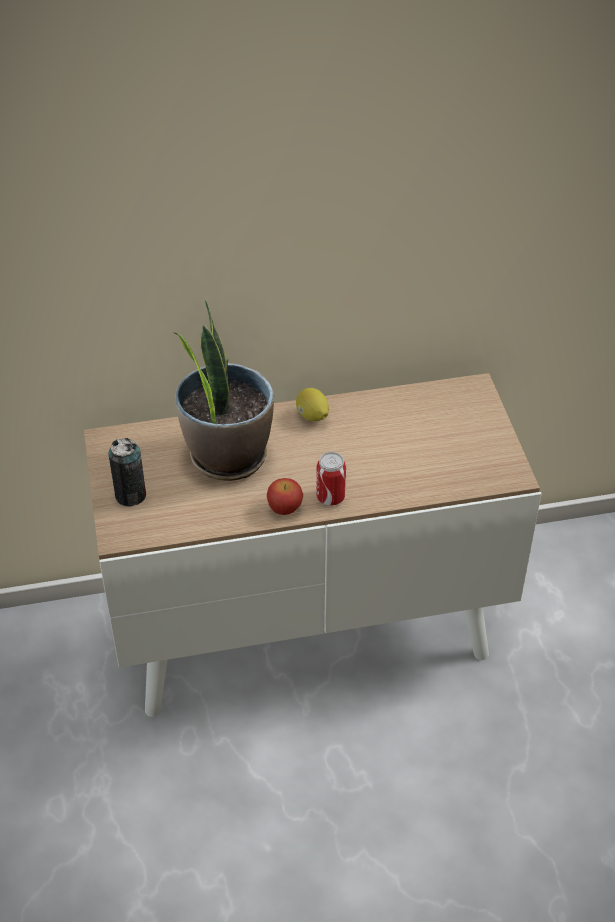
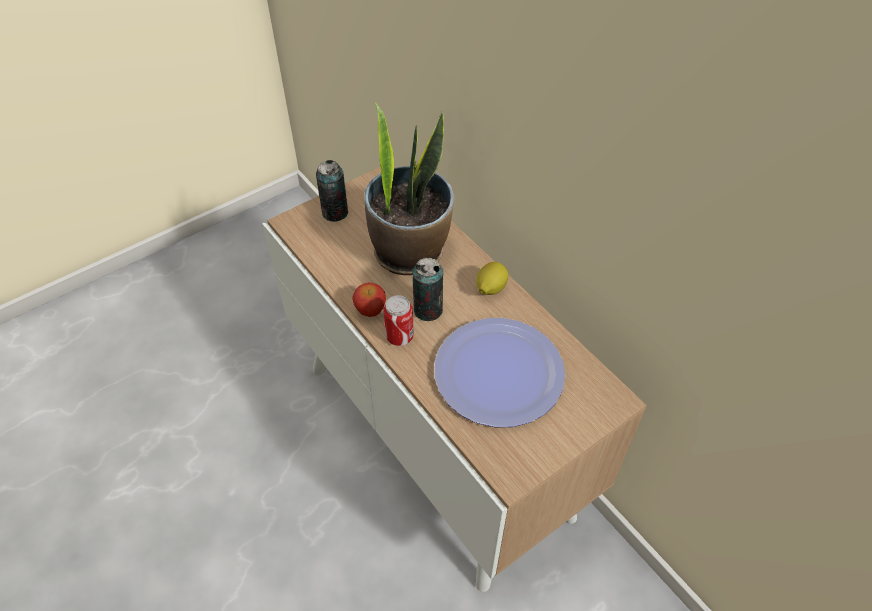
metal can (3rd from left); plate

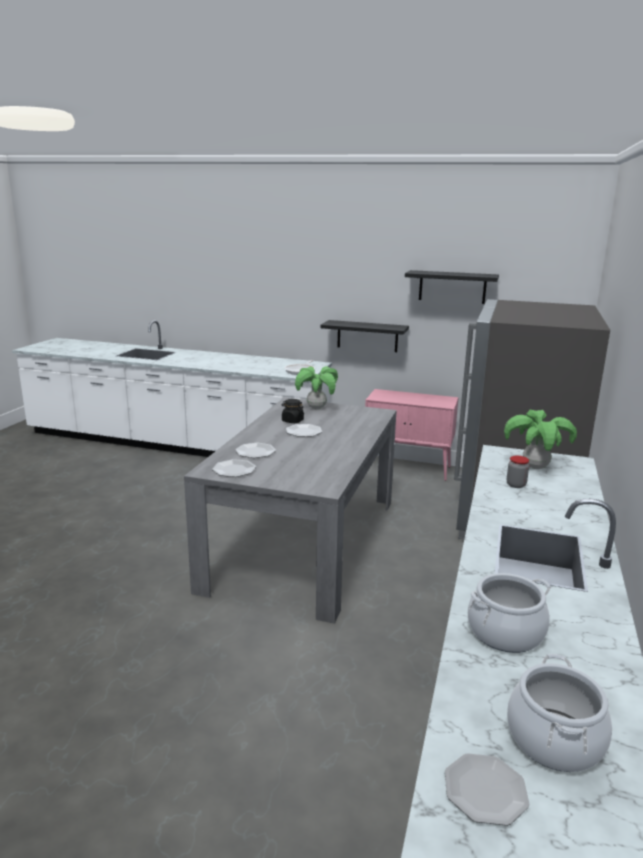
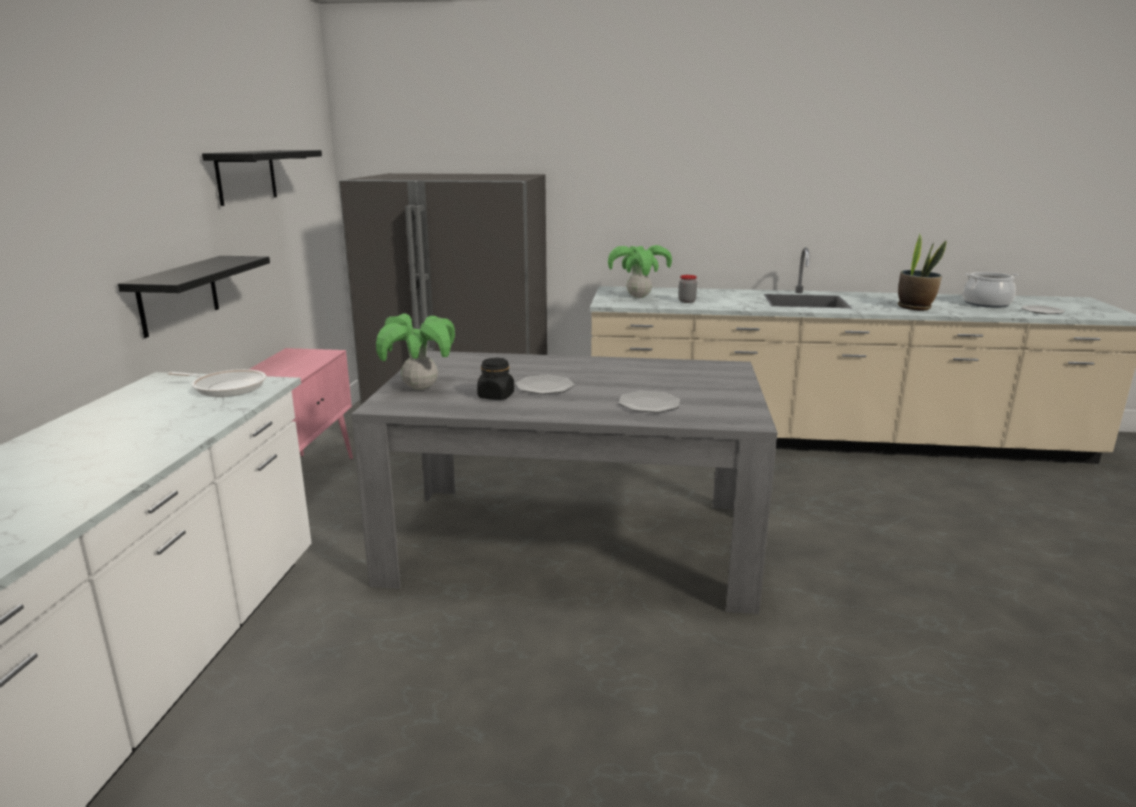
plate (1st from left in the first image); plant in a pot (3rd from left)

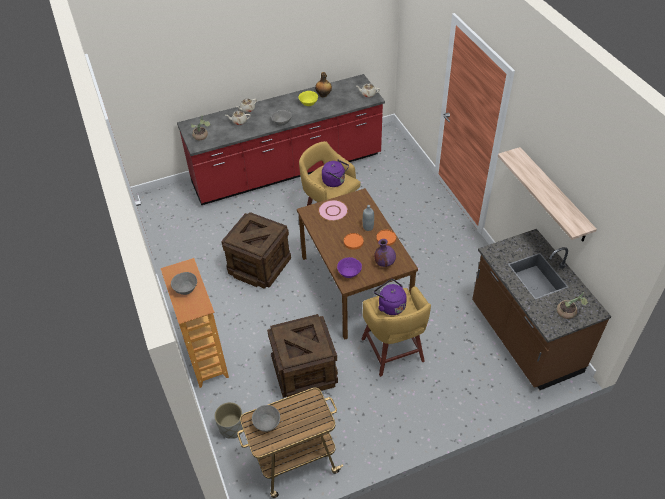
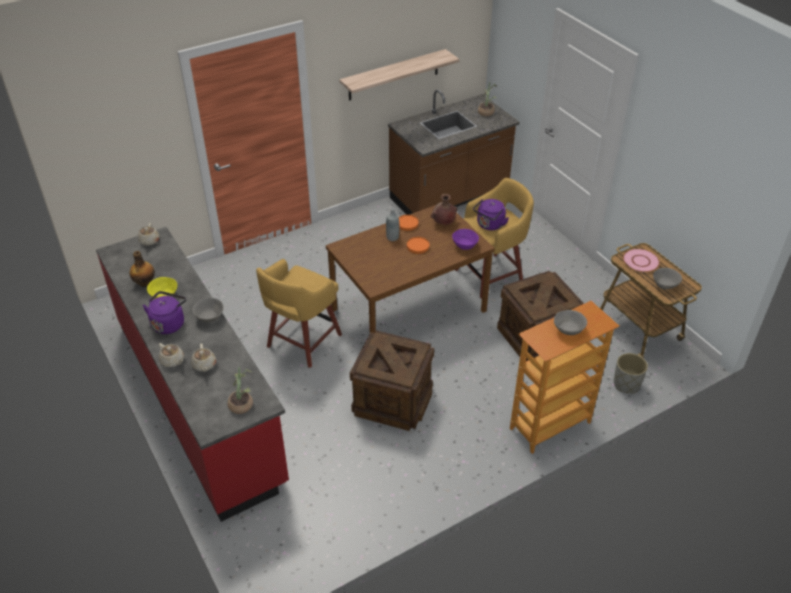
pinkish plate; purple kettle (1st from left); brown-coloured flower vase

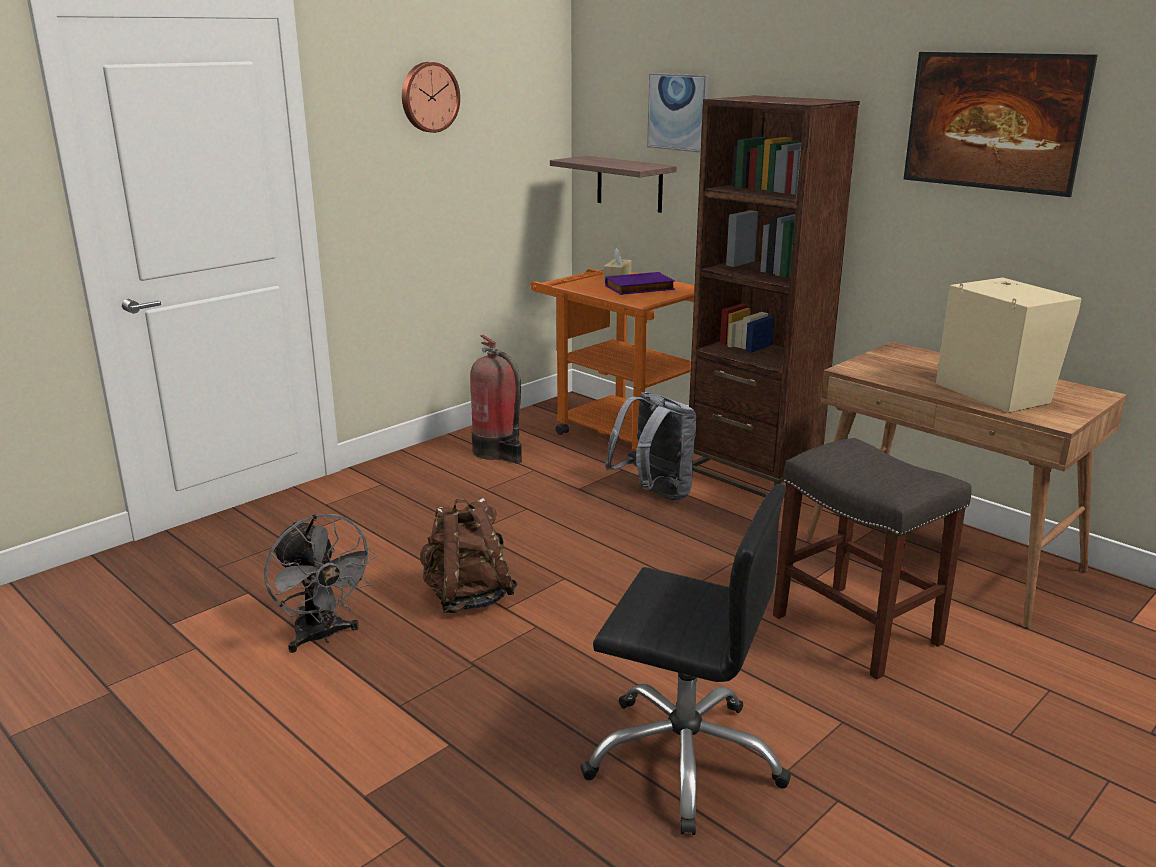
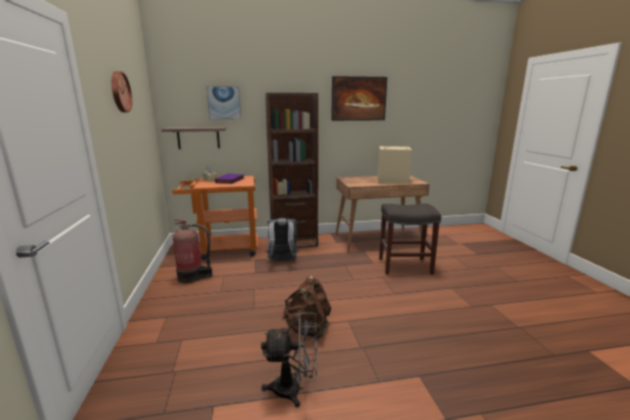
blackish desk chair

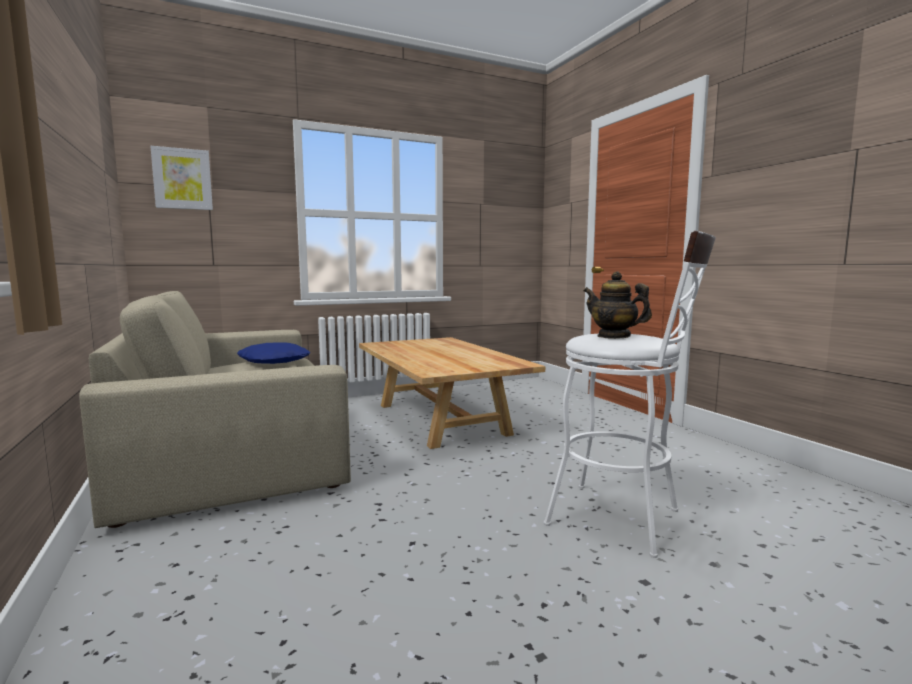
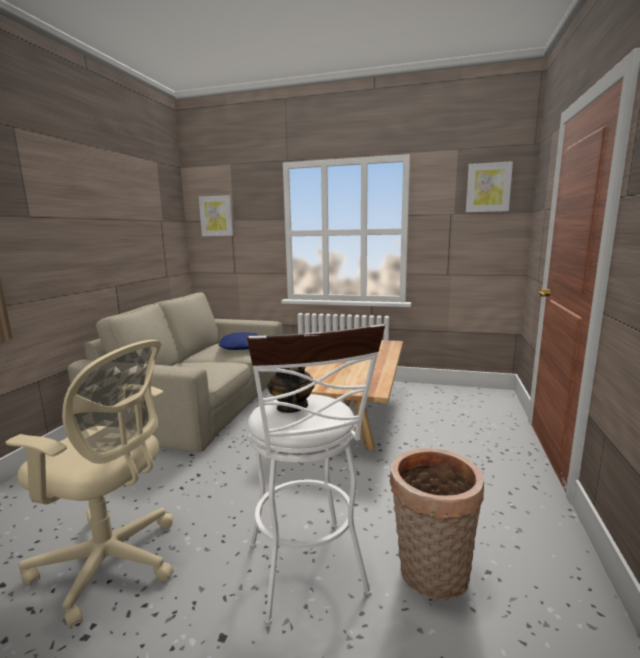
beige-coloured desk chair; household basket; wall art (2nd from left)

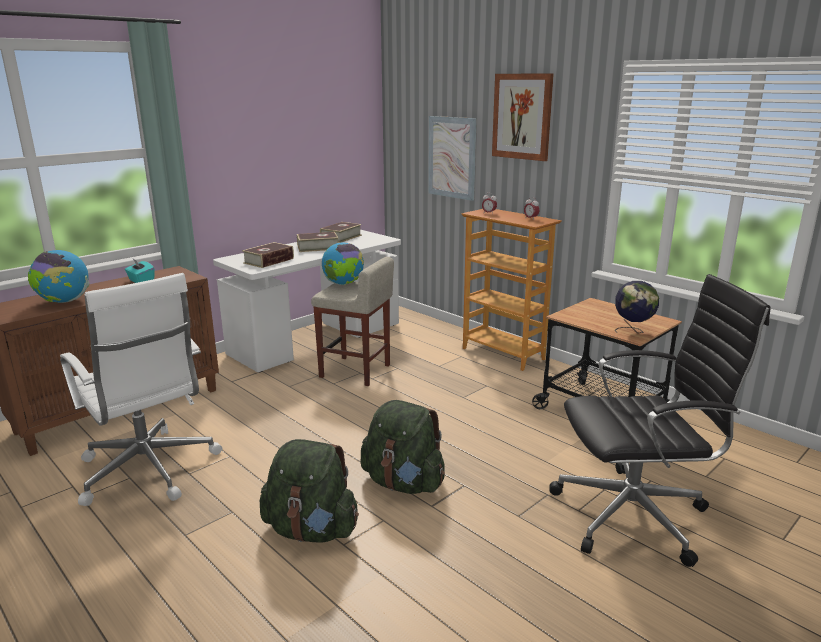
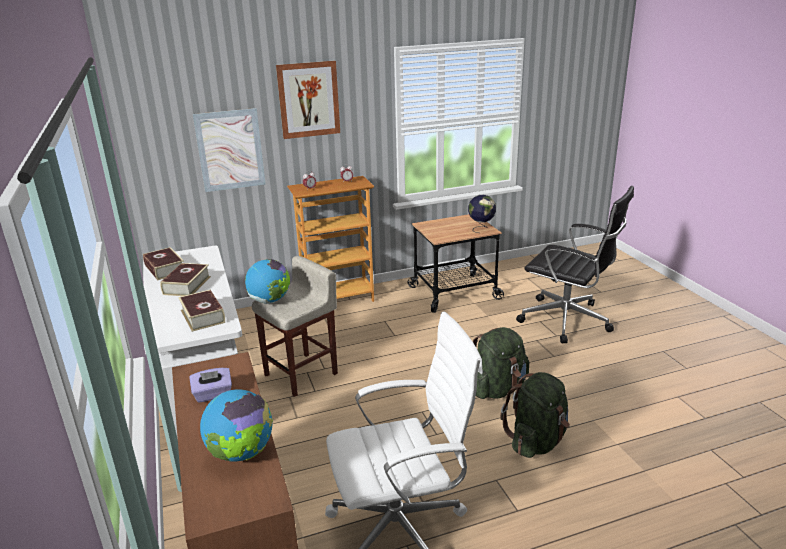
purple tissue box; blackish desk chair

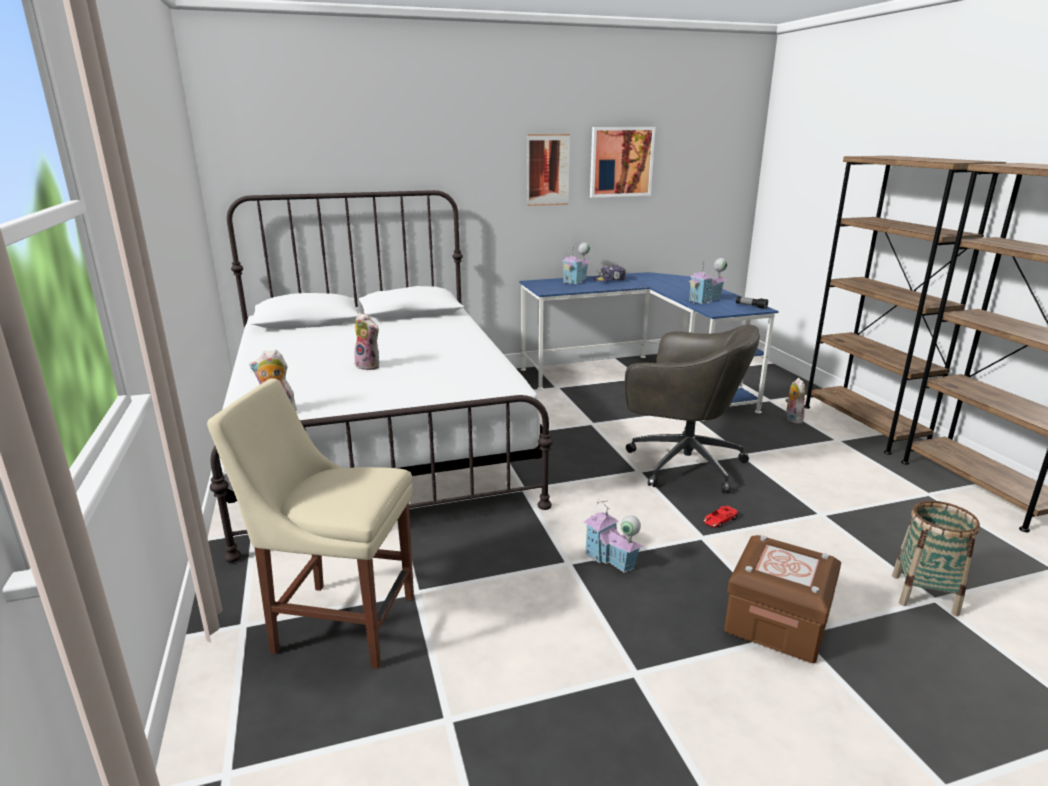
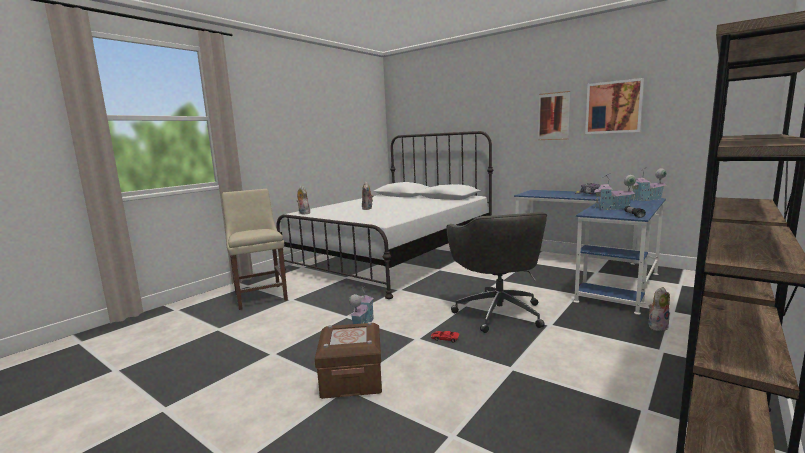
household basket; miniature house (3rd from left)

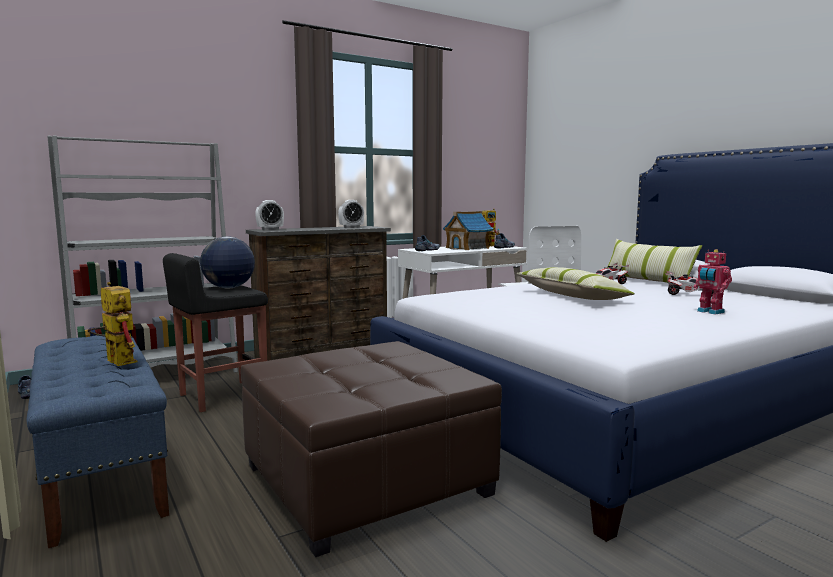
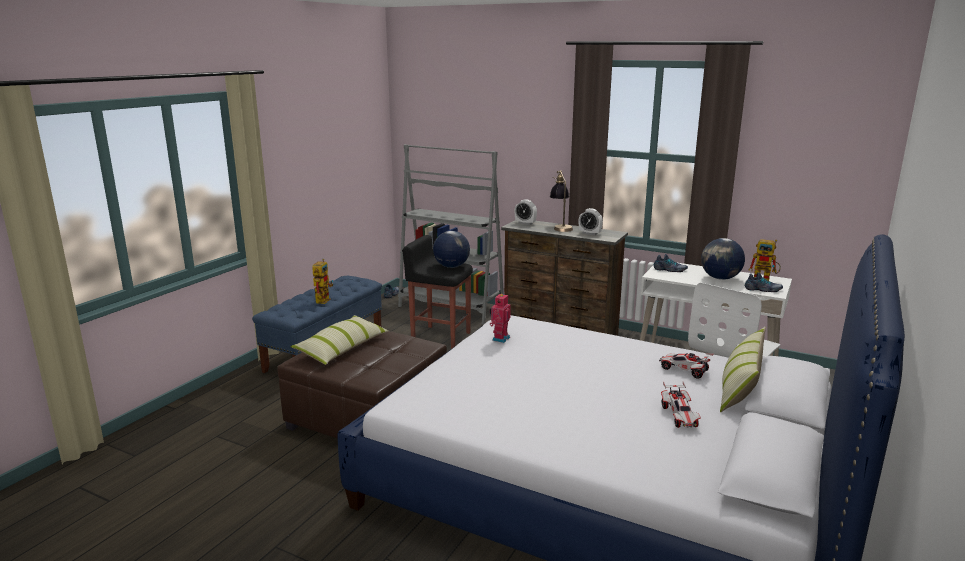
table lamp; throw pillow (1st from left); toy robot (2nd from left); world globe (2nd from left)

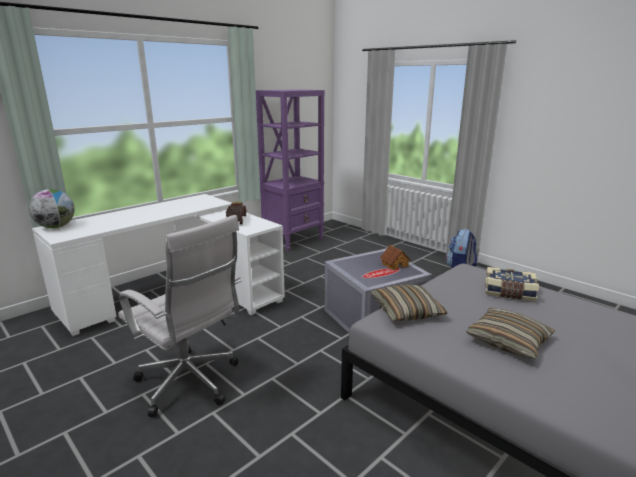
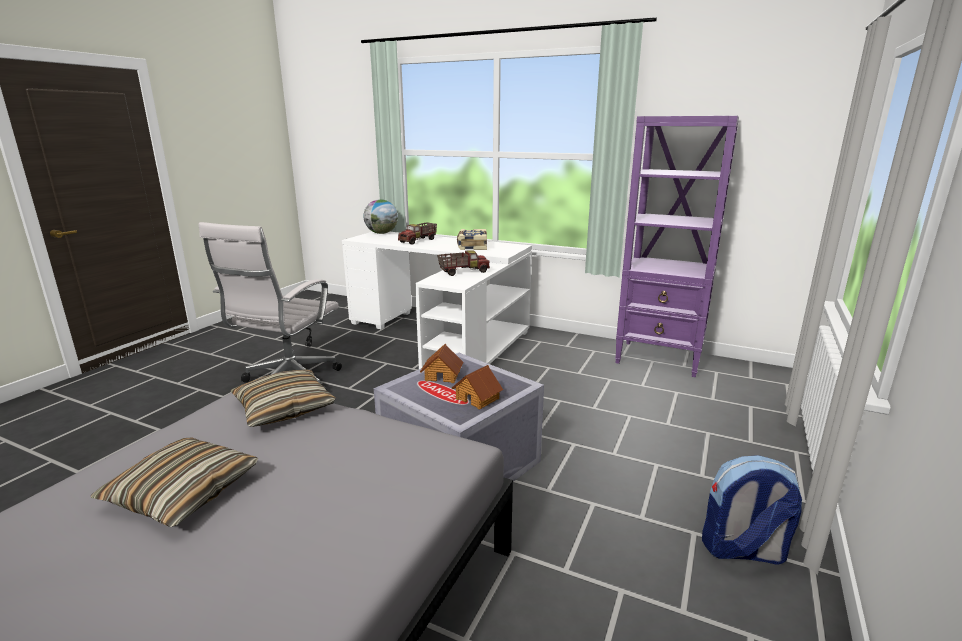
toy lorry (1st from left); miniature house (1st from left); volume

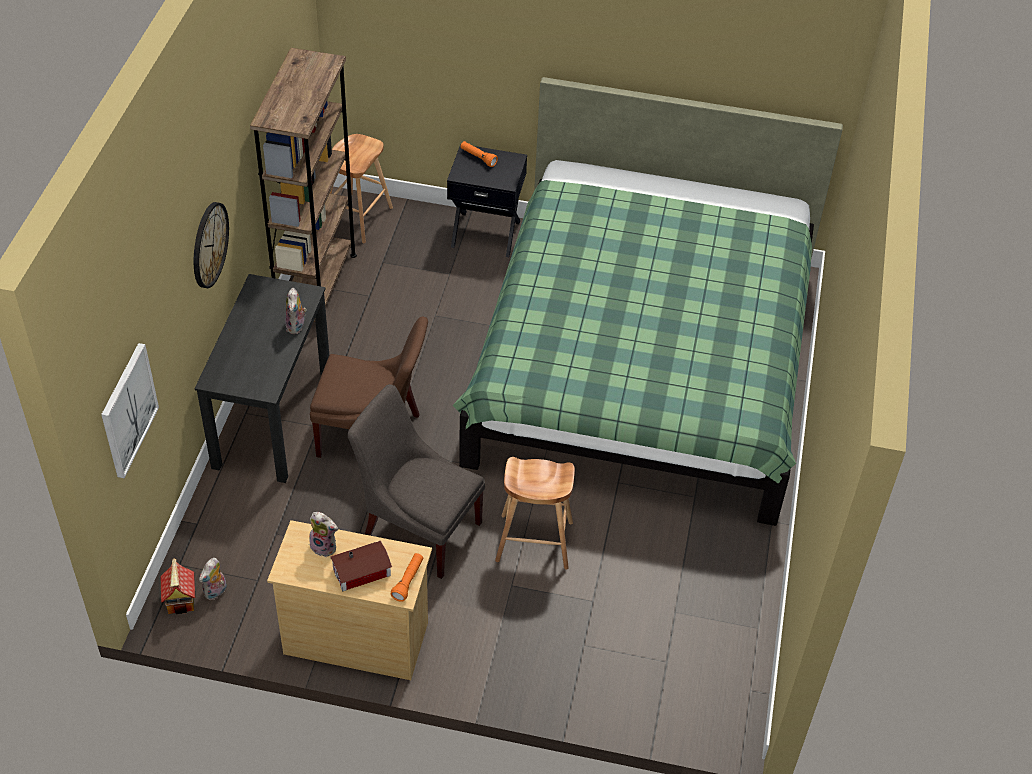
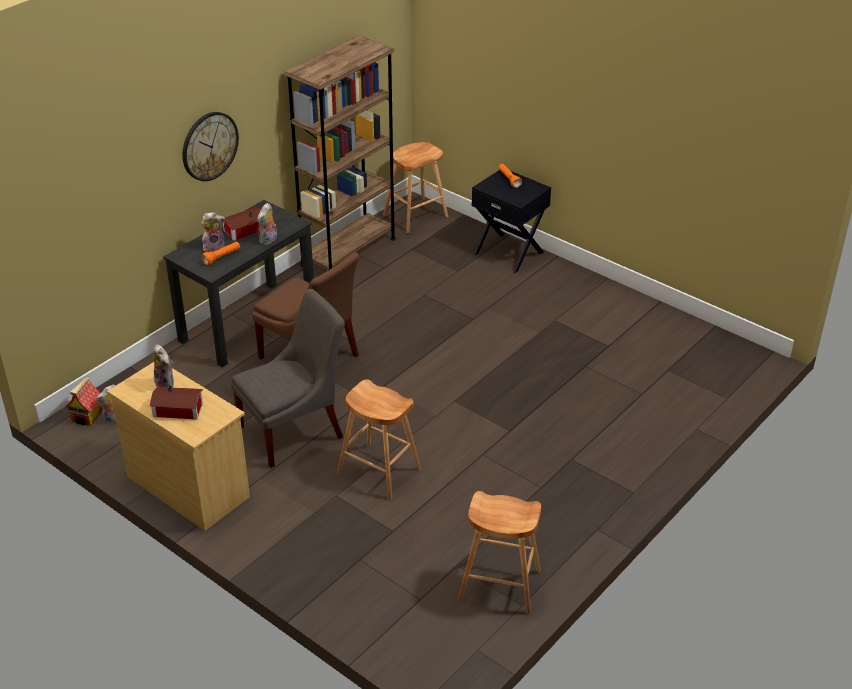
wall art; greenish bedroom bed; cuddly toy (3rd from left); miniature house (3rd from left); brown-coloured stool seat (3rd from left); orange hand torch (1st from left); grey chair

